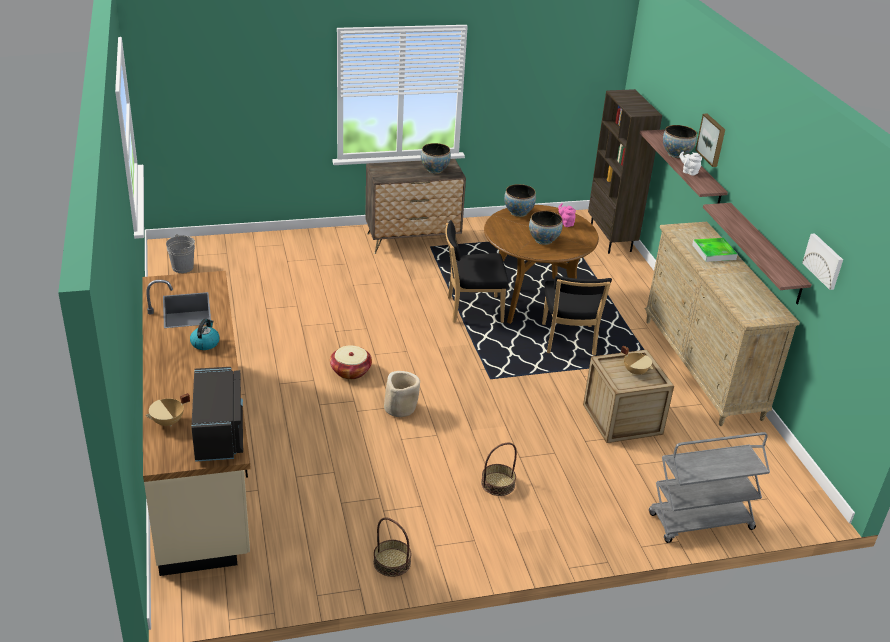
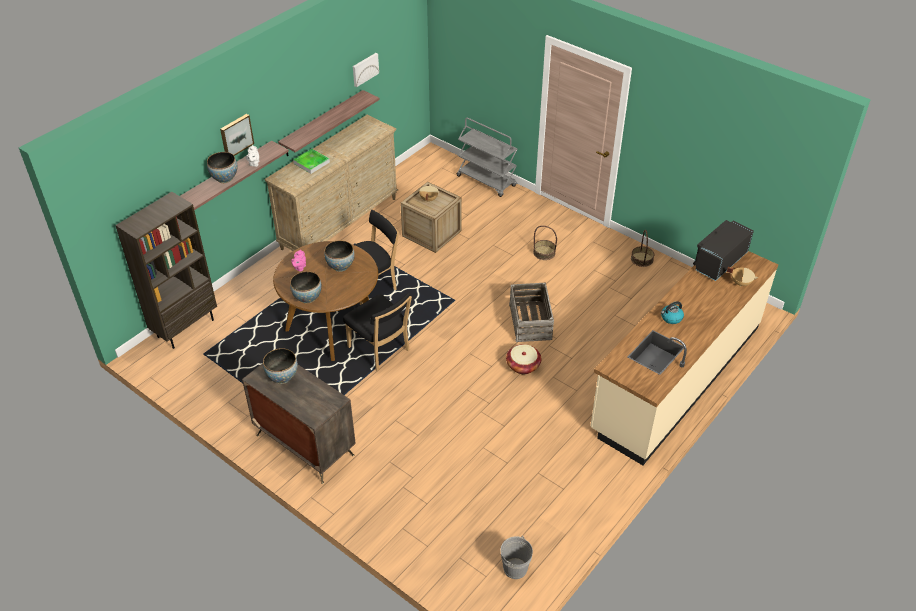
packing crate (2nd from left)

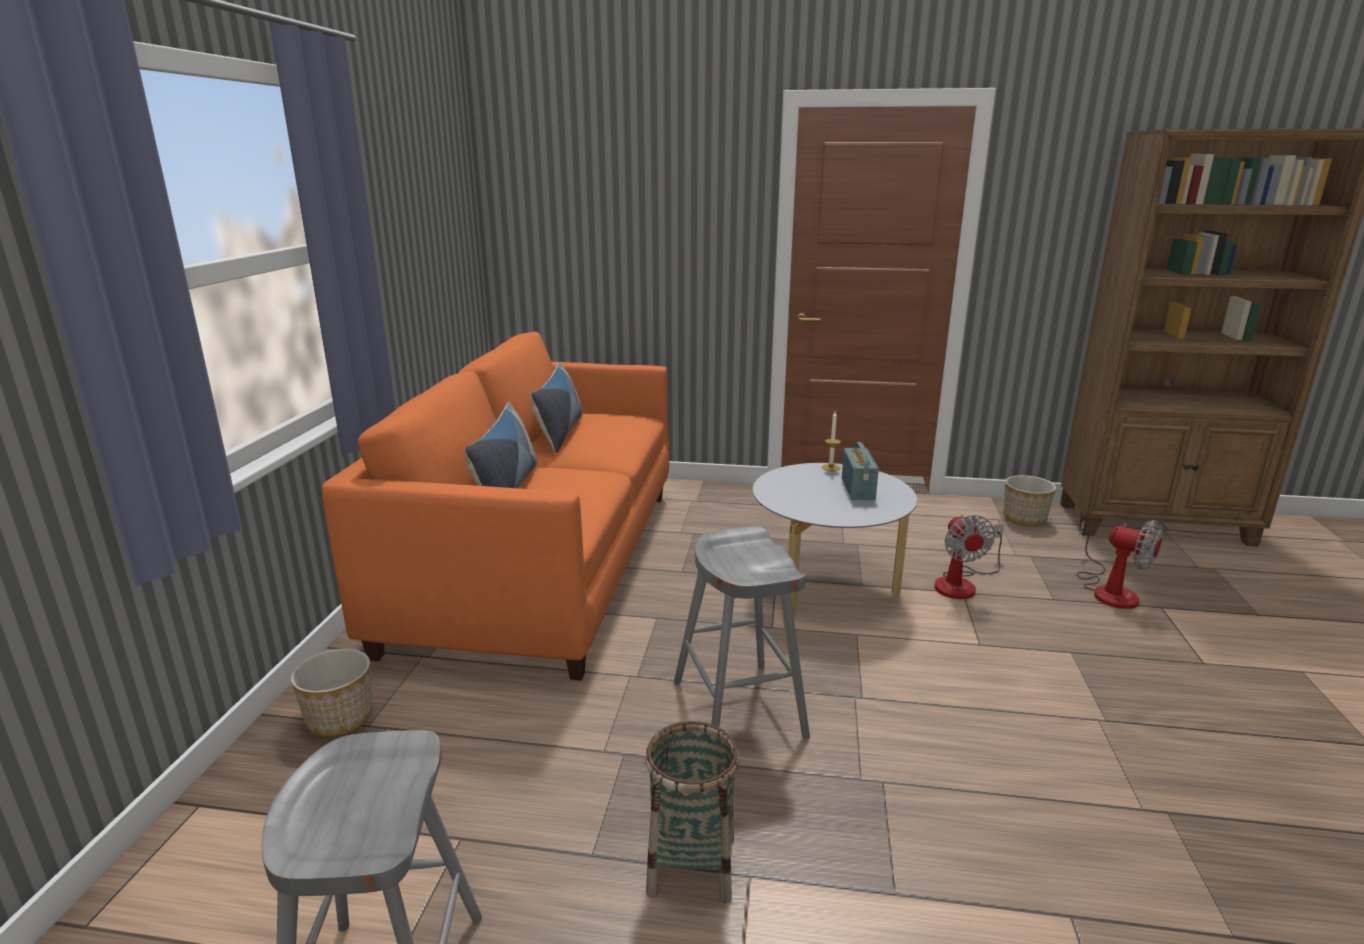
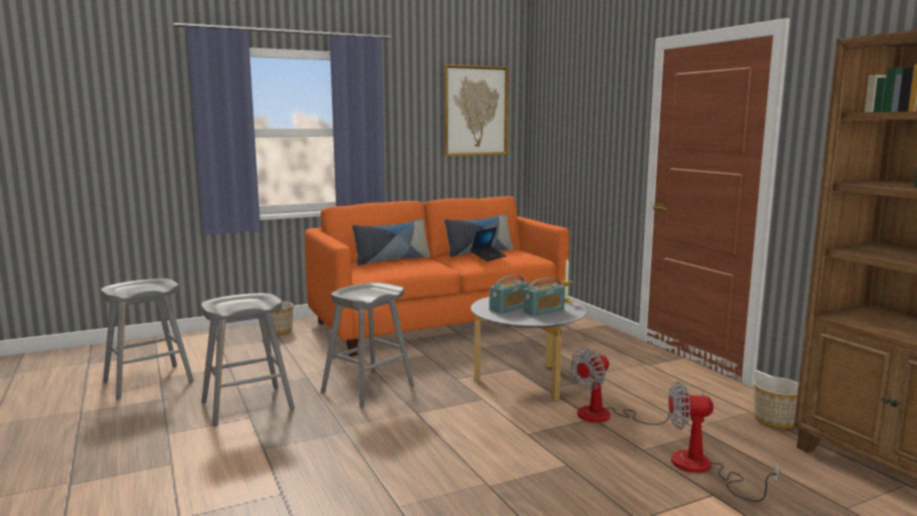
wall art; notebook computer; radio set (1st from left); grey stool seat (2nd from left); fan (2nd from left)

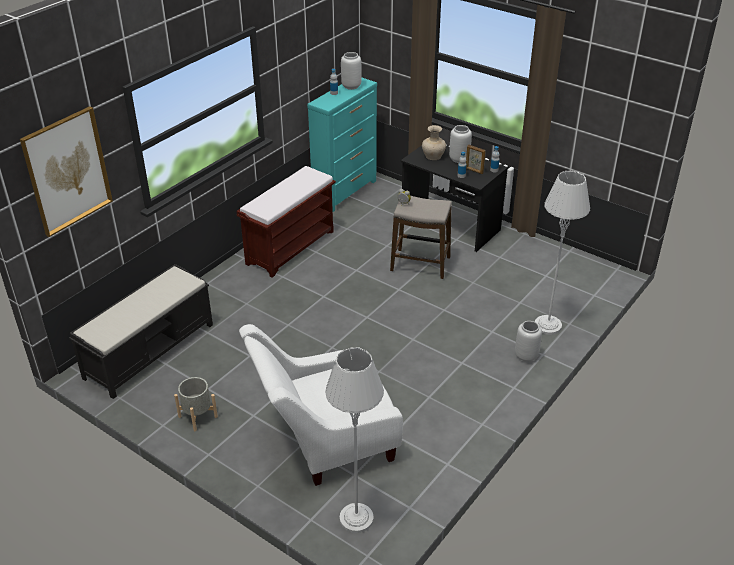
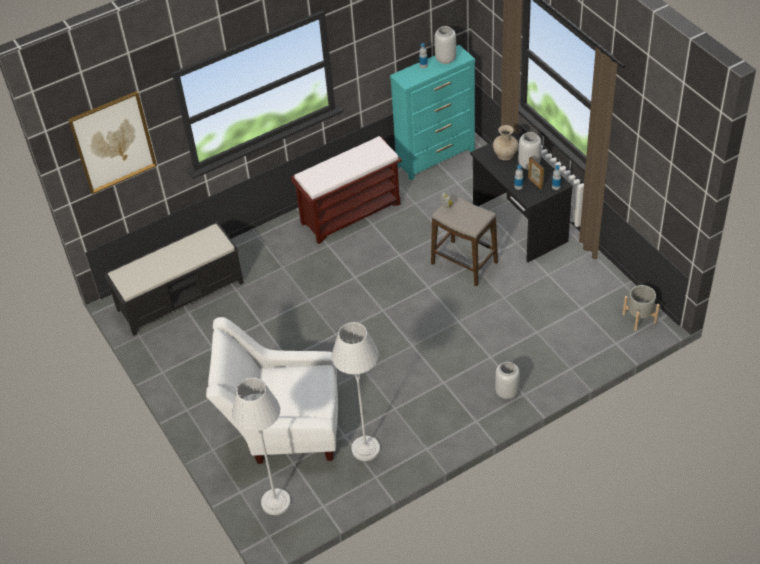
grey planter; grey floor lamp (2nd from left)

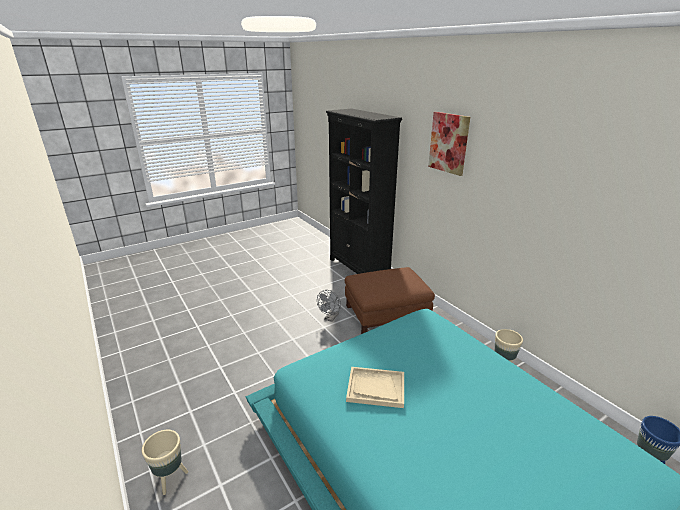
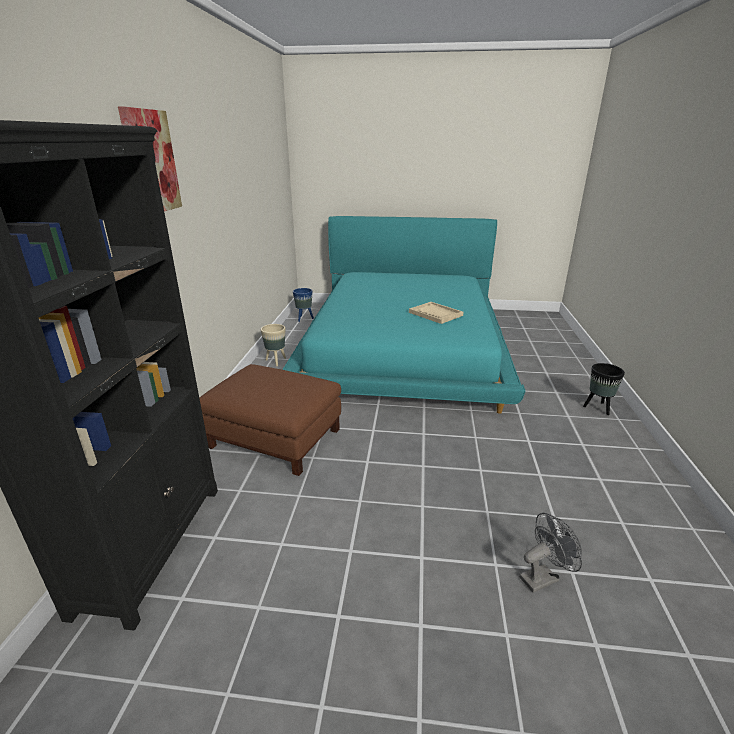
grey fan; blackish planter

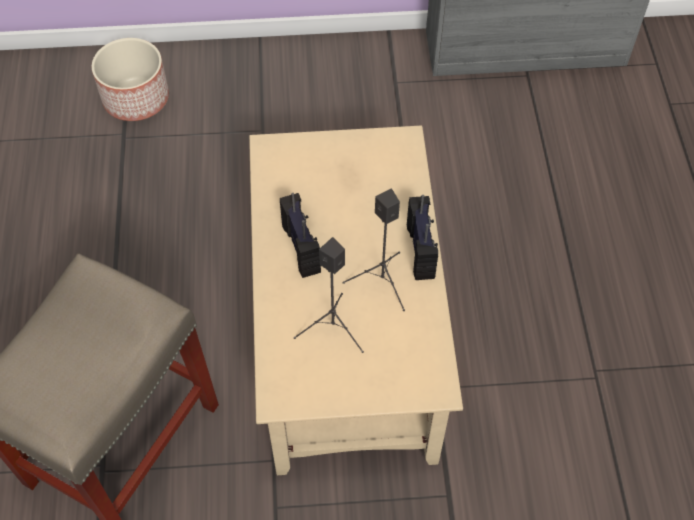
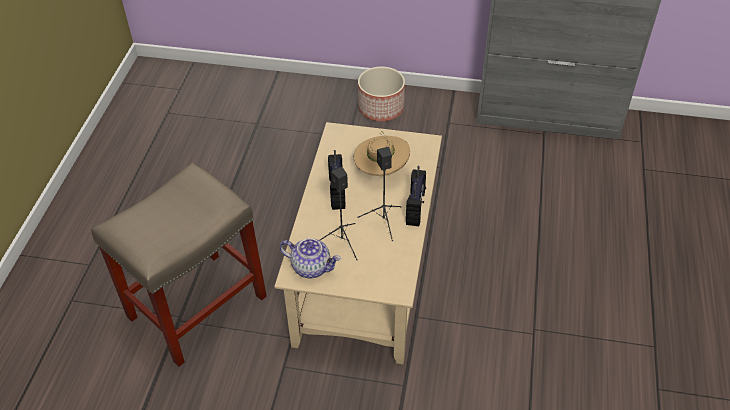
tea pot; beige-coloured clothing hat; planter

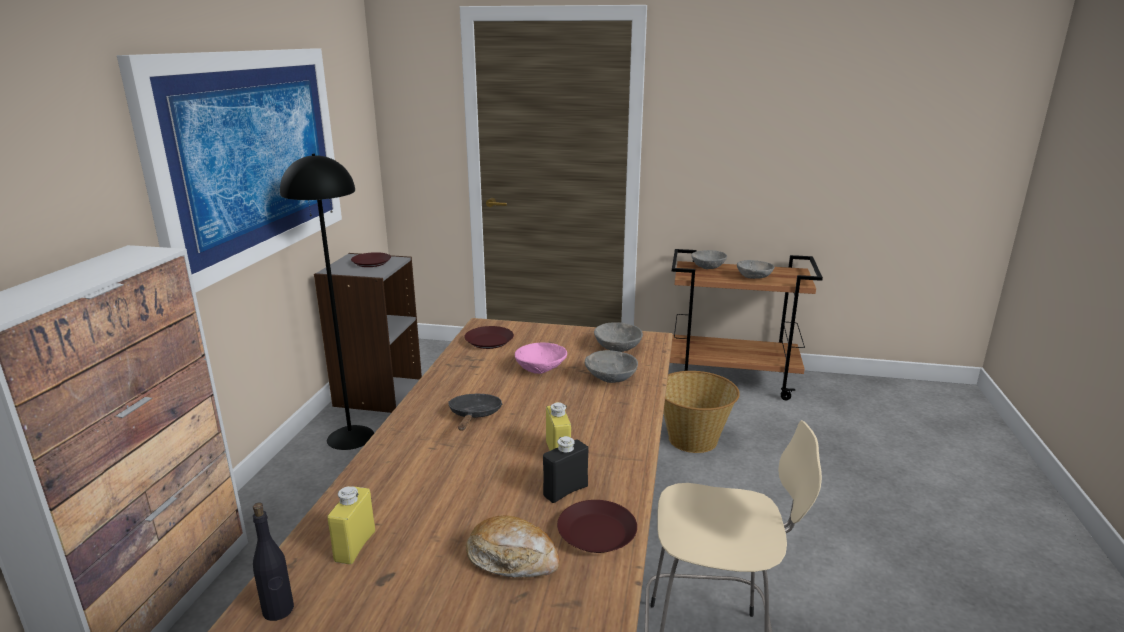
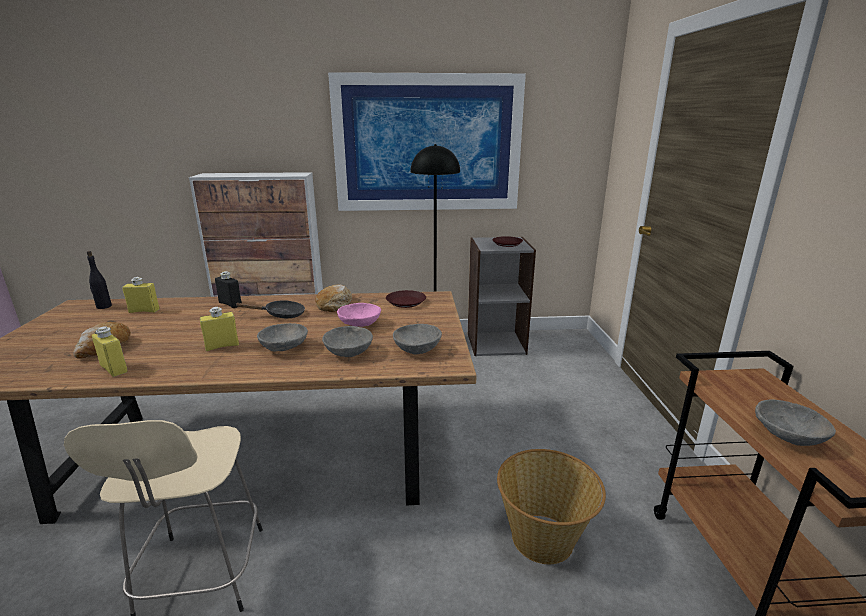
bakery bread (2nd from left); blackish drink bottle (2nd from left); grey bowl (1st from left); yellow-coloured drink bottle (1st from left)

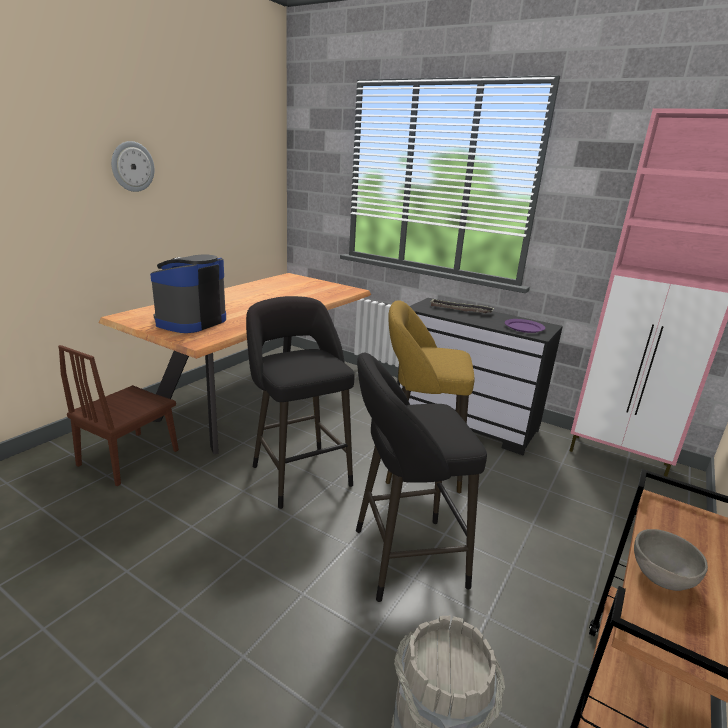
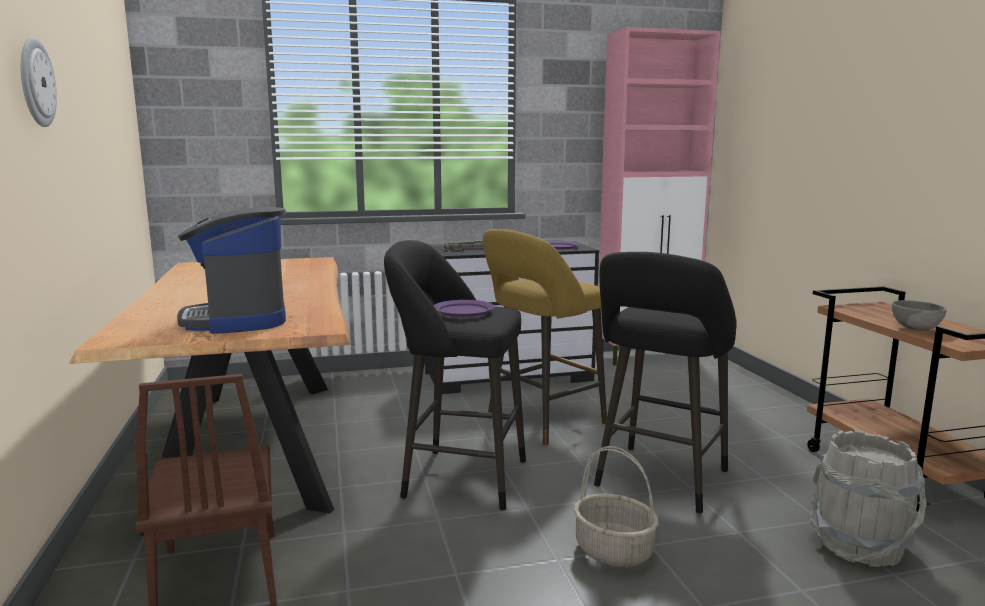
purple plate (1st from left); household basket

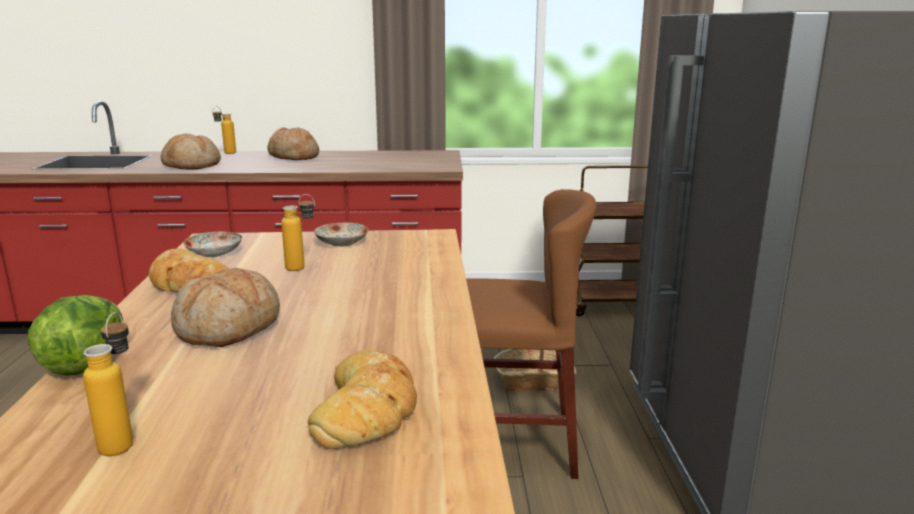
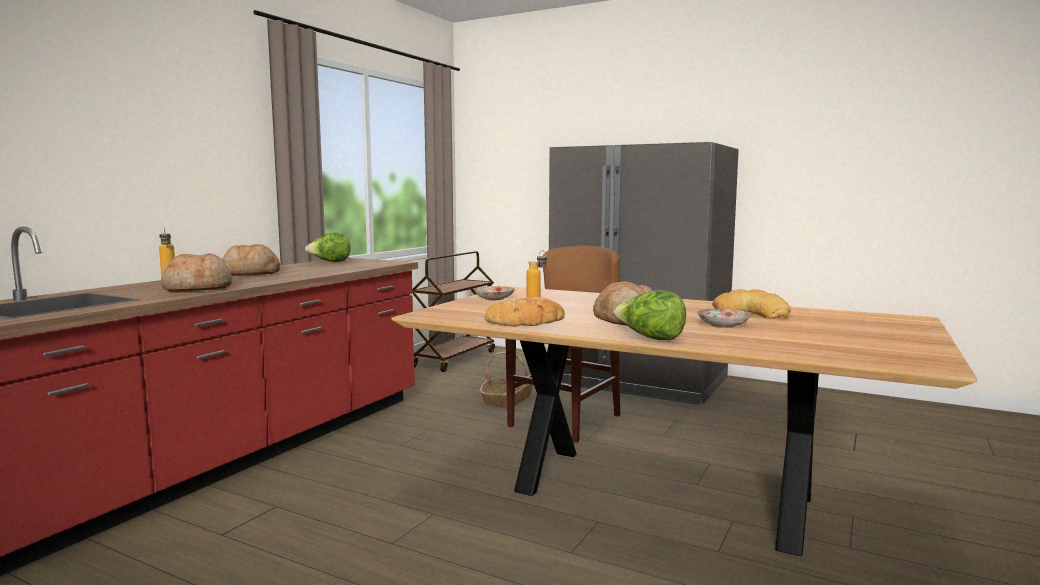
drink bottle (1st from left in the first image); head of lettuce (1st from left); plate (2nd from left)

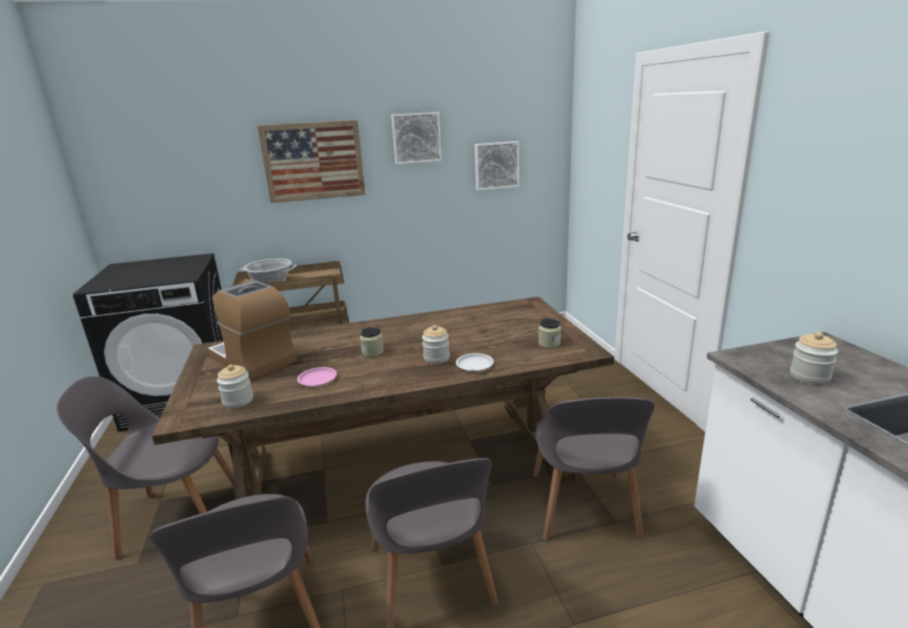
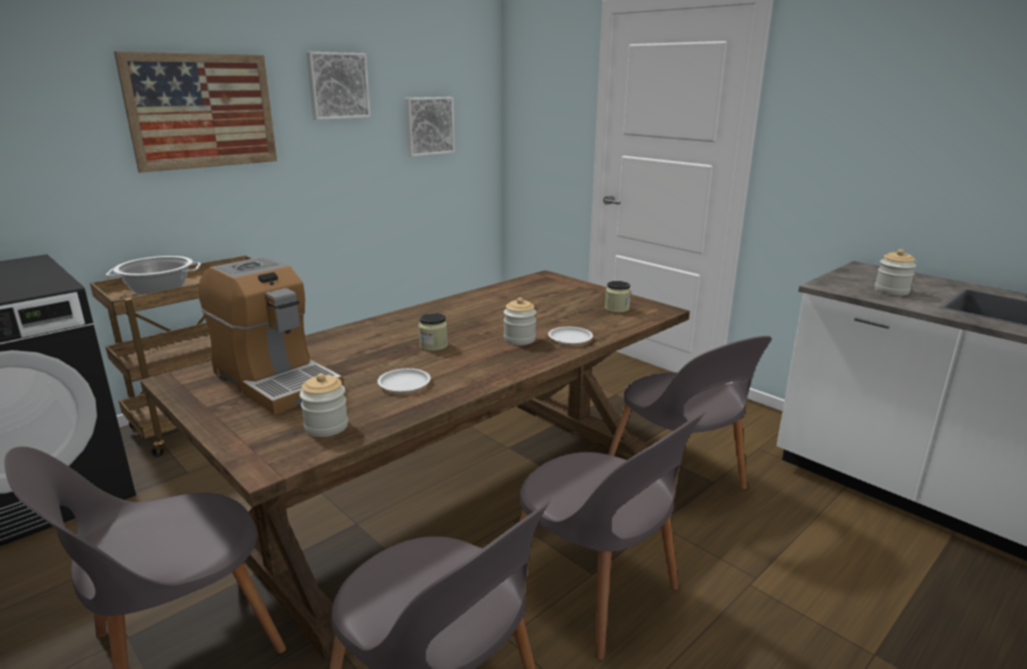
white-coloured plate (1st from left); coffee maker

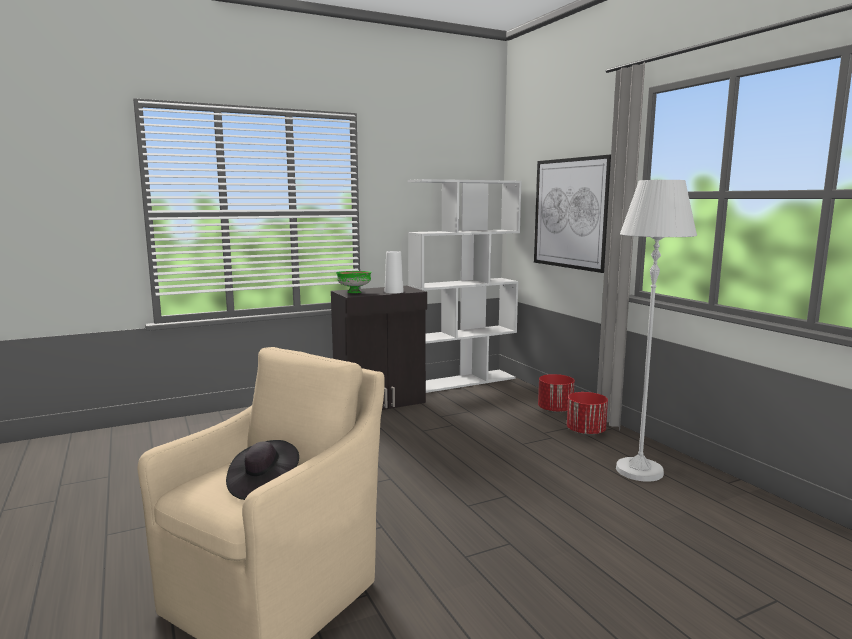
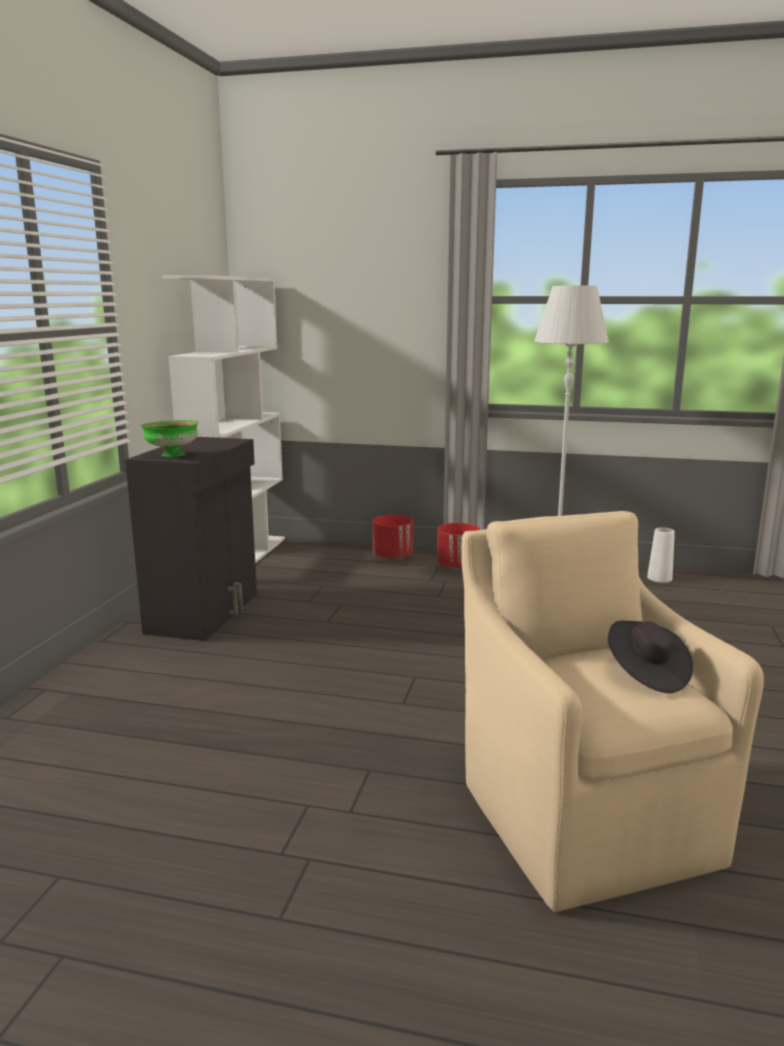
wall art; white-coloured flower vase

